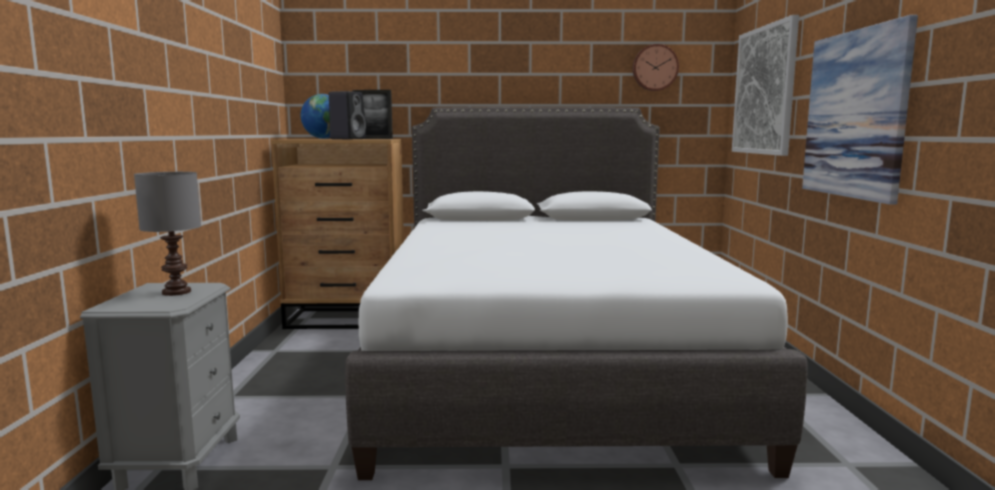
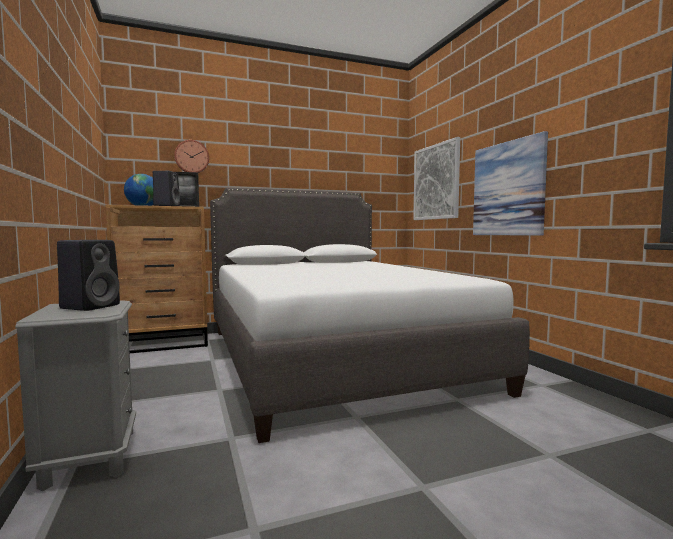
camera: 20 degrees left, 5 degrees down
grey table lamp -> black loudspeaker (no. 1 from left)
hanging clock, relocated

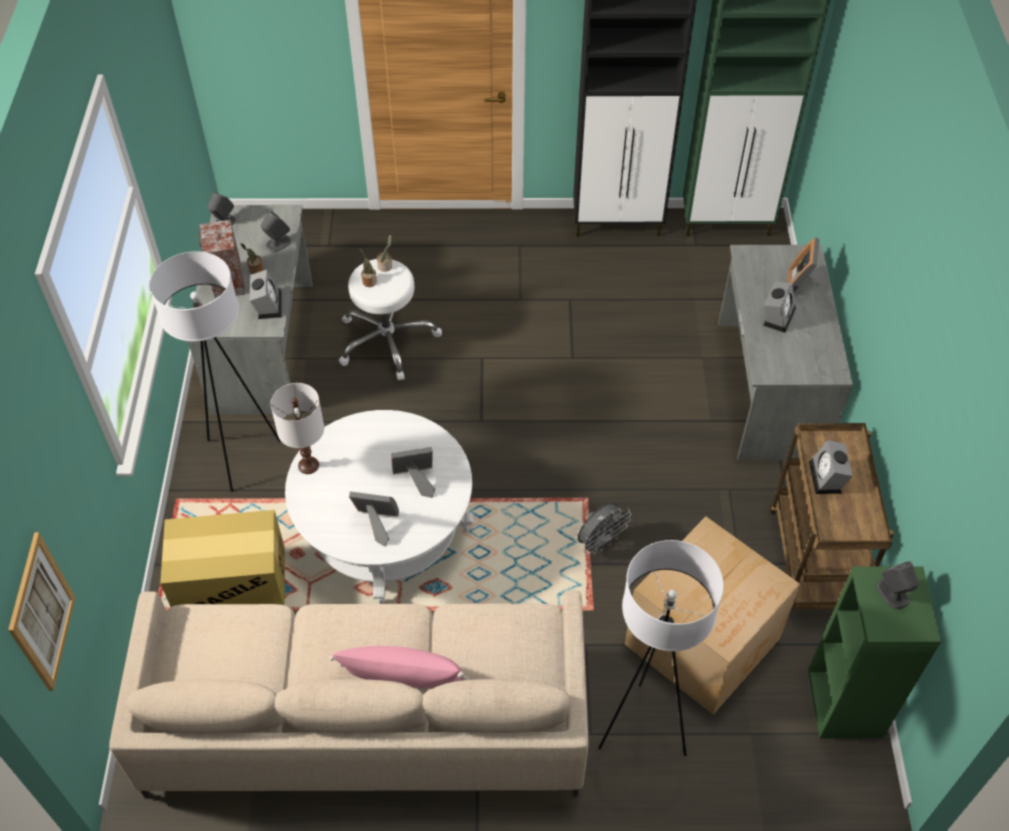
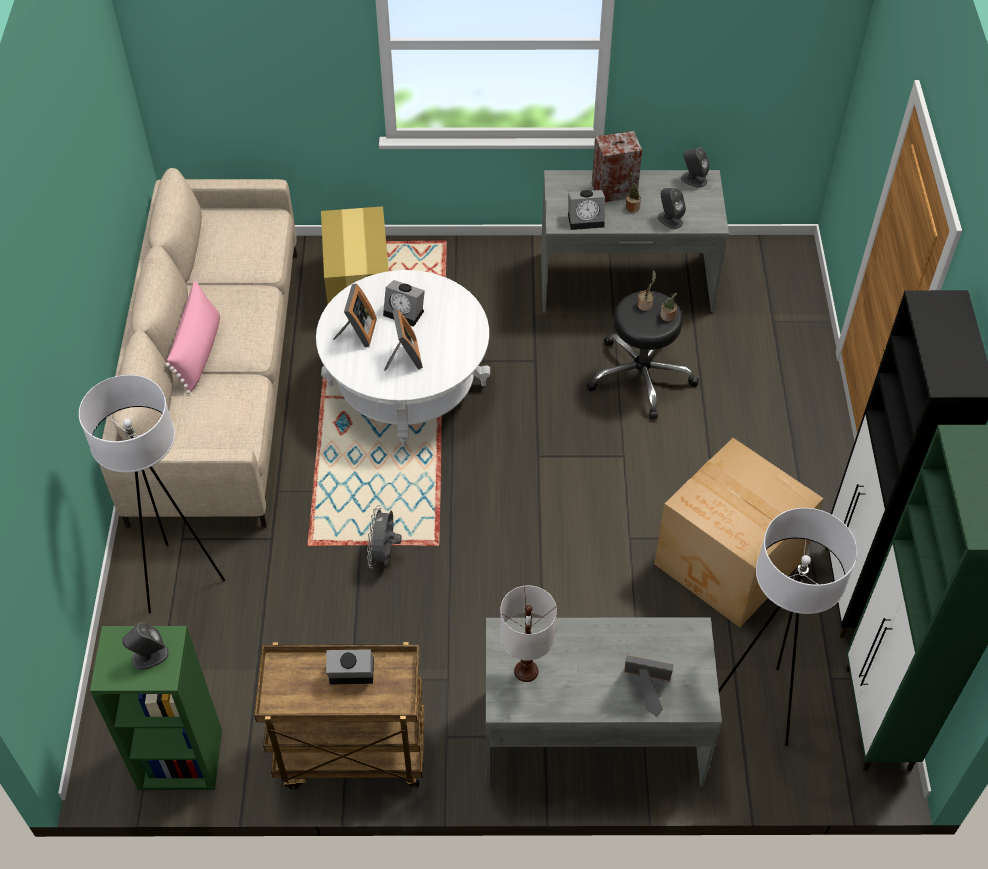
camera: 90 degrees right, 0 degrees up
grey electric fan, 45 degrees clockwise
alarm clock (no. 2 from left), relocated
white-coloured table lamp, relocated
white-coloured stool -> black stool
carton (no. 2 from left), relocated
white-coloured floor lamp (no. 1 from left in the first image) -> white-coloured floor lamp (no. 2 from left), relocated
wall picture -> none

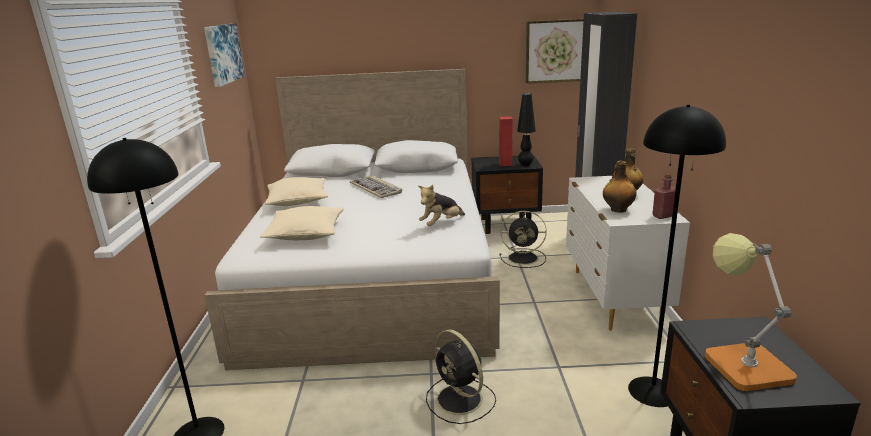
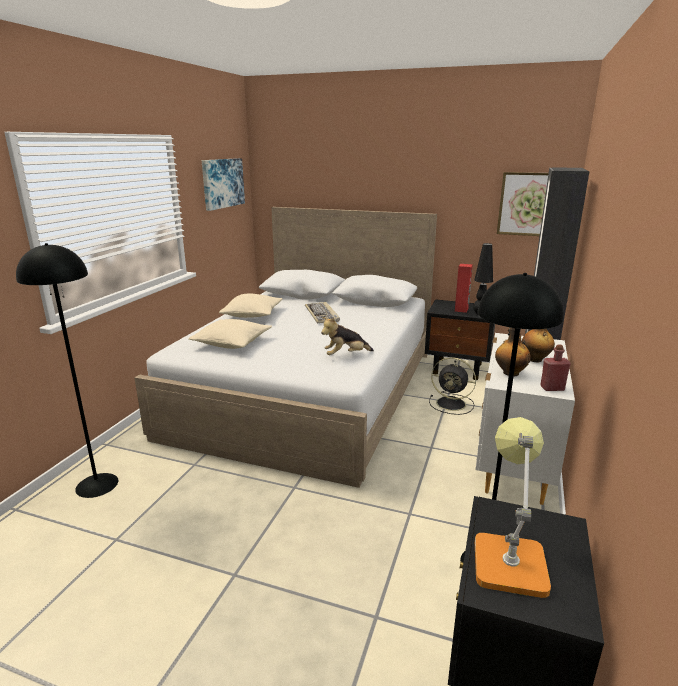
camera: 20 degrees right, 0 degrees up
black electric fan (no. 1 from left) -> none

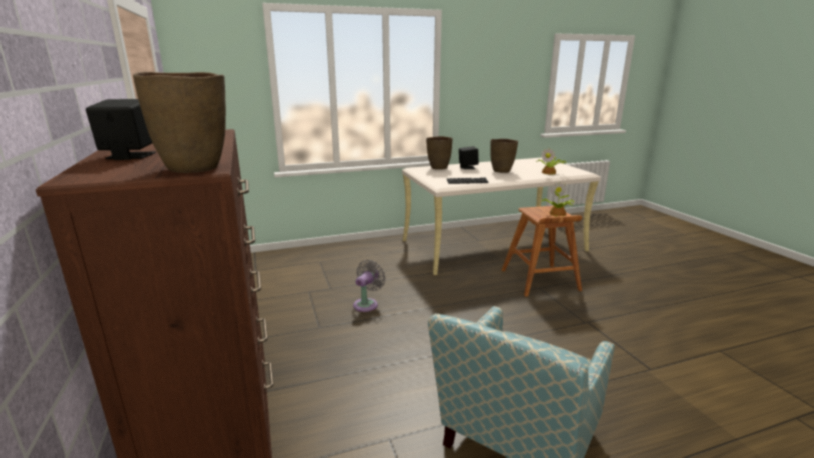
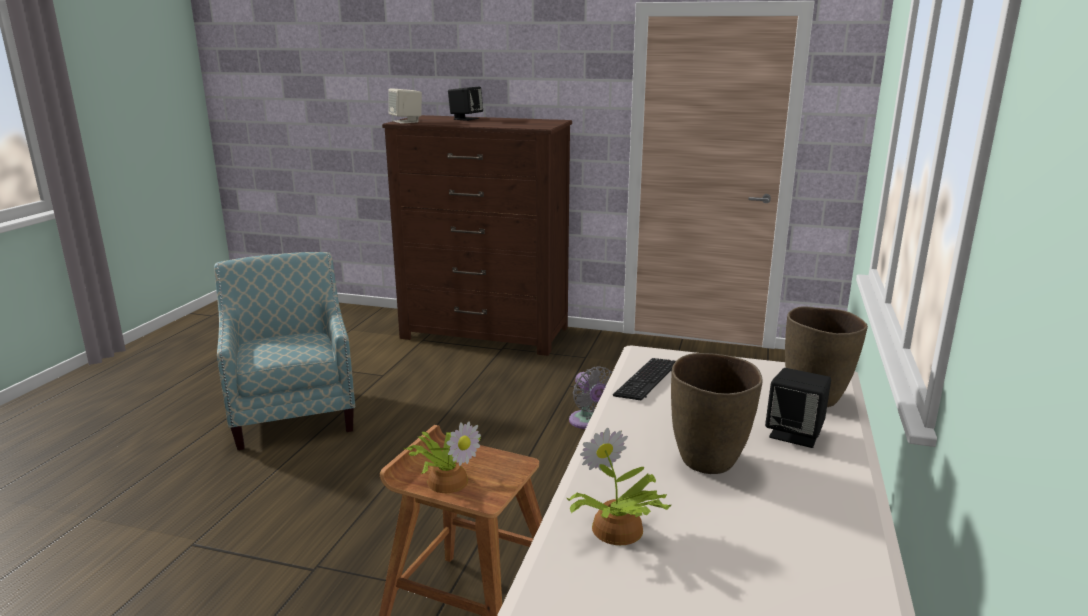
camera: 125 degrees right, 0 degrees up
brown decorative vase (no. 1 from left) -> beige loudspeaker

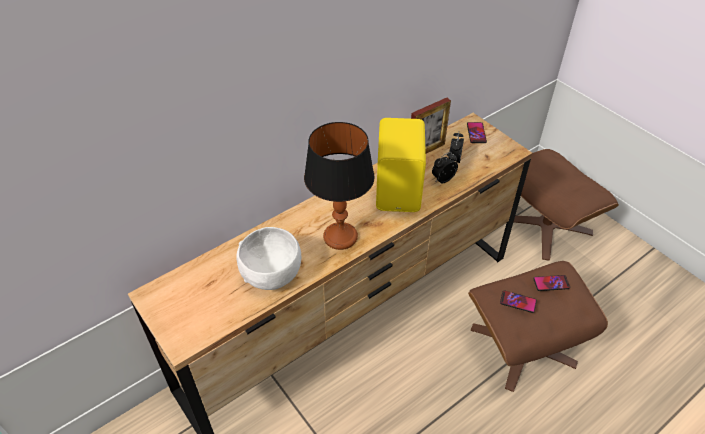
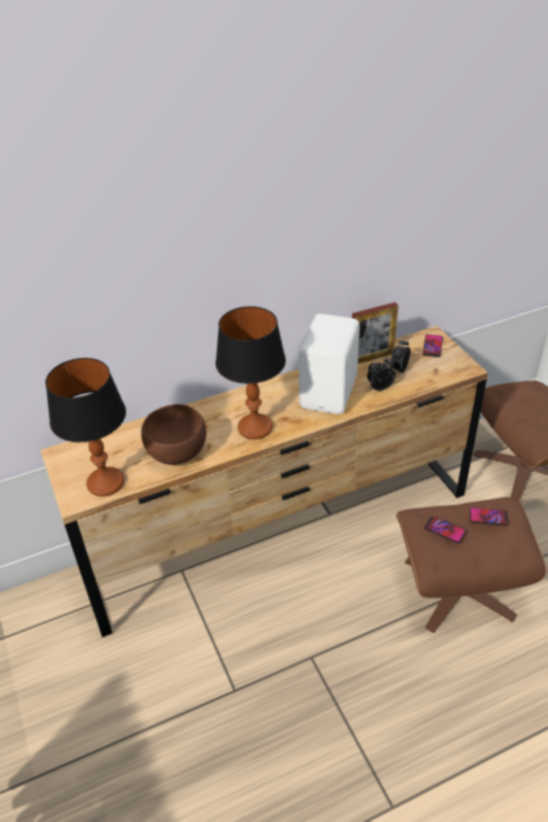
camera: 15 degrees right, 5 degrees down
none -> table lamp (no. 1 from left)
white-coloured bowl -> brown bowl
yellow loudspeaker -> white-coloured loudspeaker

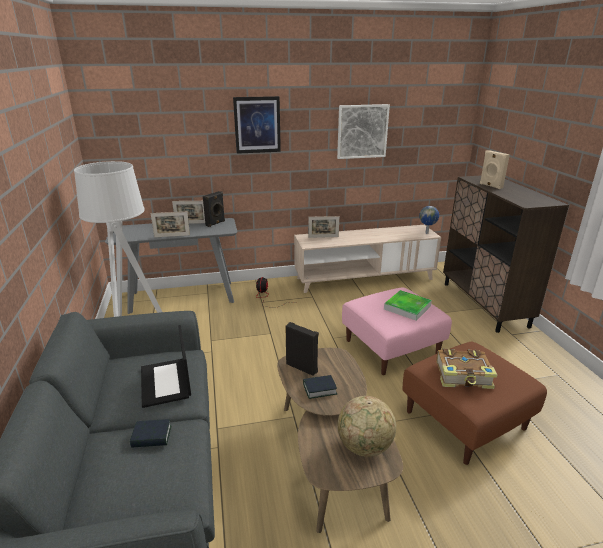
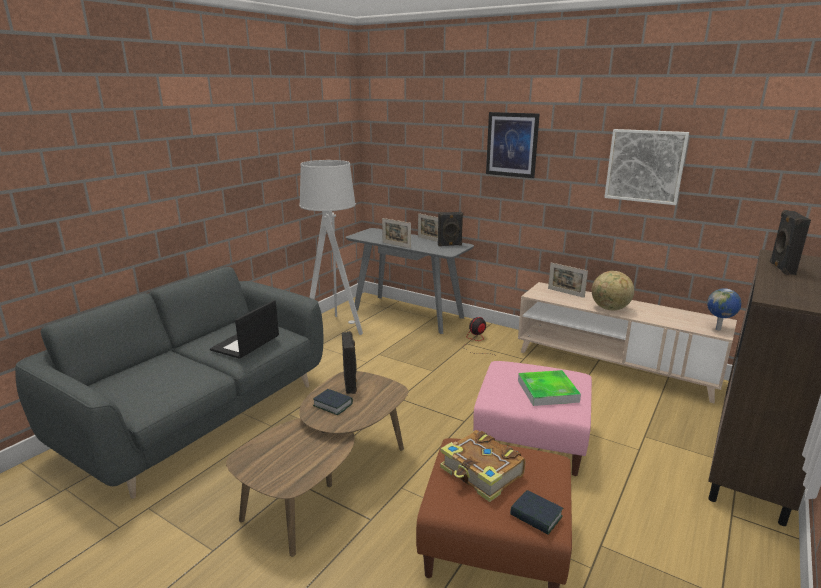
camera: 45 degrees right, 5 degrees down
volume (no. 1 from left in the first image) -> volume (no. 3 from left), relocated
globe (no. 1 from left), relocated
beige loudspeaker -> black loudspeaker (no. 3 from left)

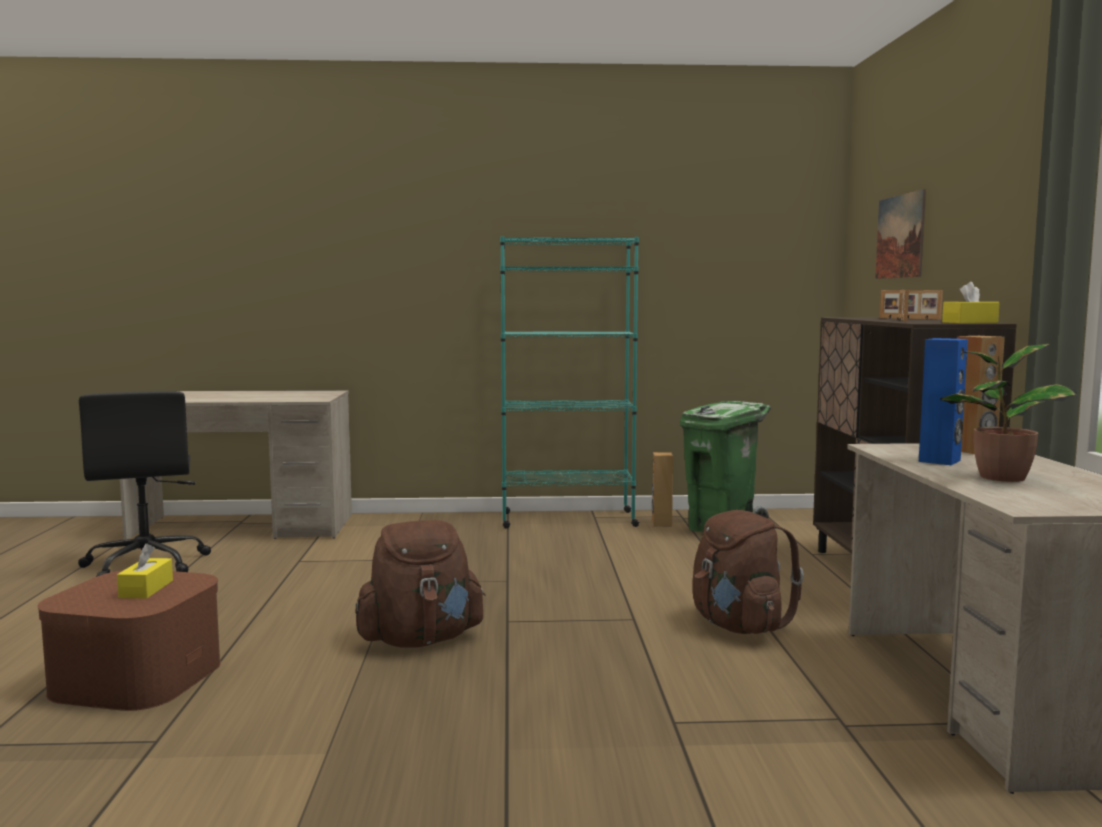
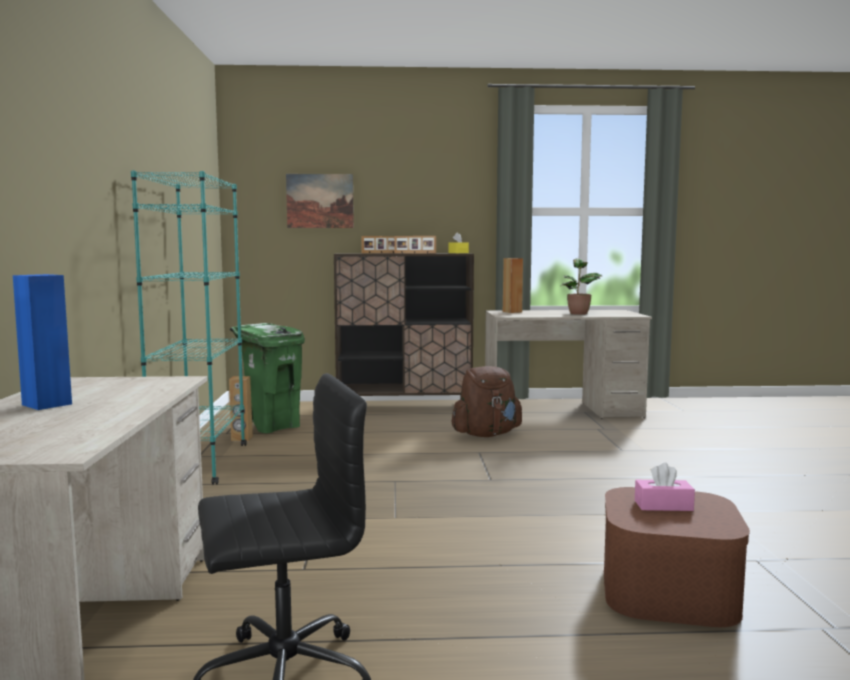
camera: 90 degrees left, 0 degrees up
bluish loudspeaker, relocated
yellow box of tissues (no. 1 from left) -> pink box of tissues
brown knapsack (no. 1 from left) -> none

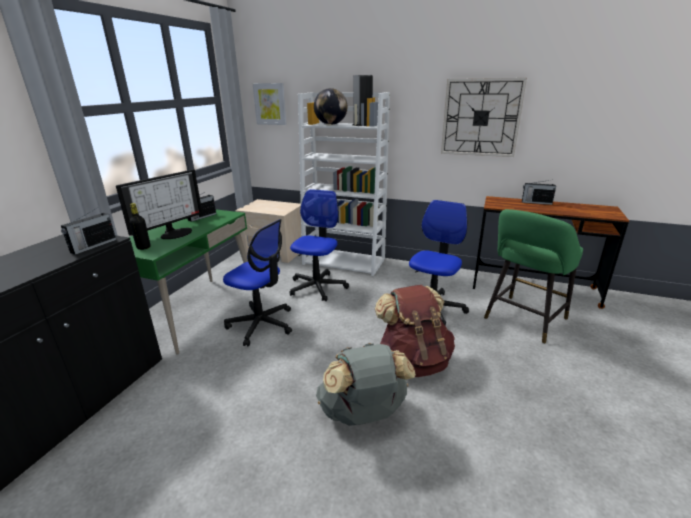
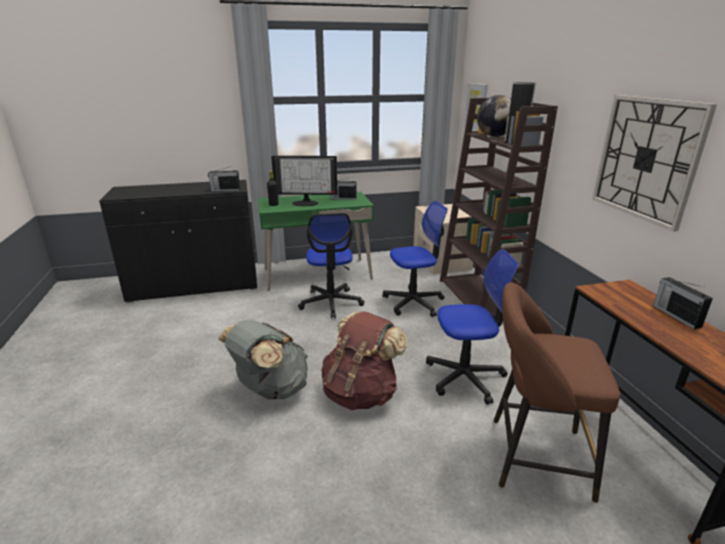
camera: 55 degrees right, 0 degrees up
white-coloured bookcase -> brown bookcase
greenish stool -> brown stool

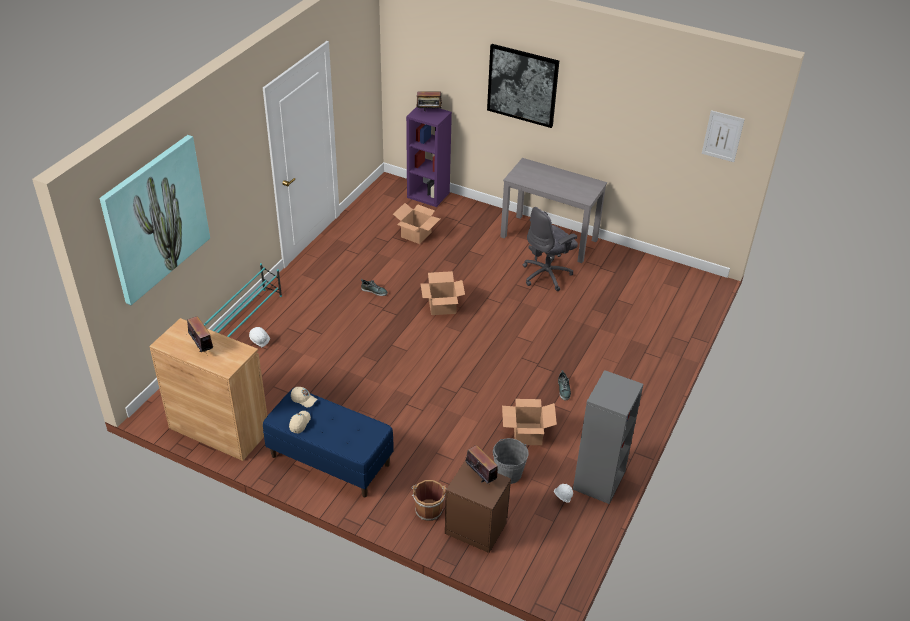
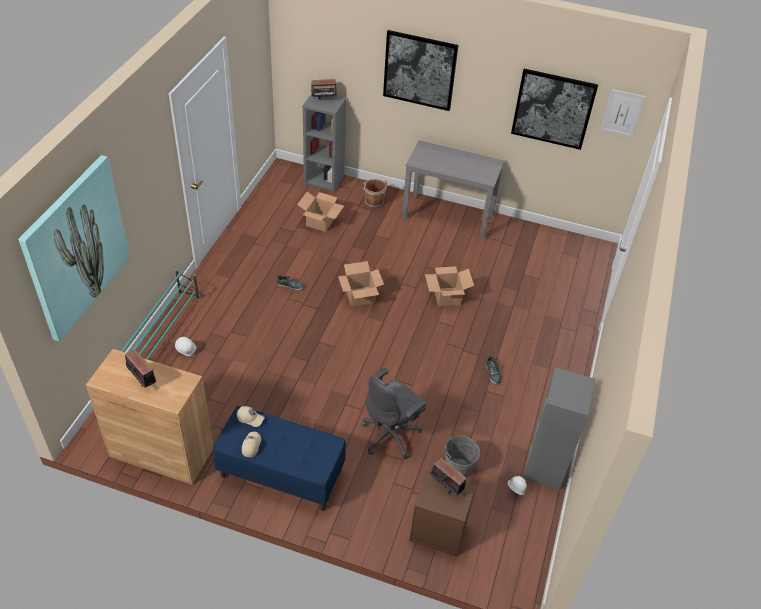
camera: 10 degrees left, 5 degrees up
purplish bookcase -> grey bookcase (no. 1 from left)
grey computer chair, relocated
brown pail, relocated
carton (no. 3 from left), relocated
none -> wall picture (no. 3 from left)

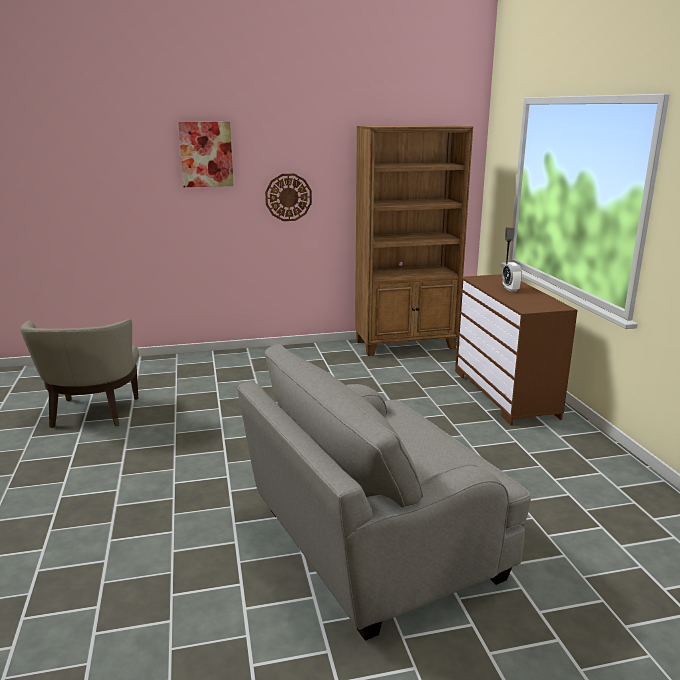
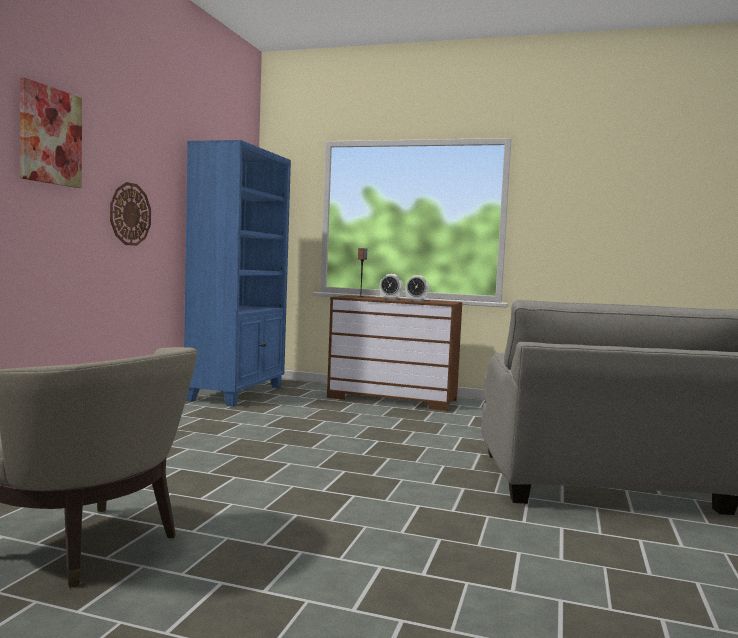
camera: 60 degrees left, 15 degrees down
brown bookcase -> bluish bookcase
none -> alarm clock (no. 2 from left)

